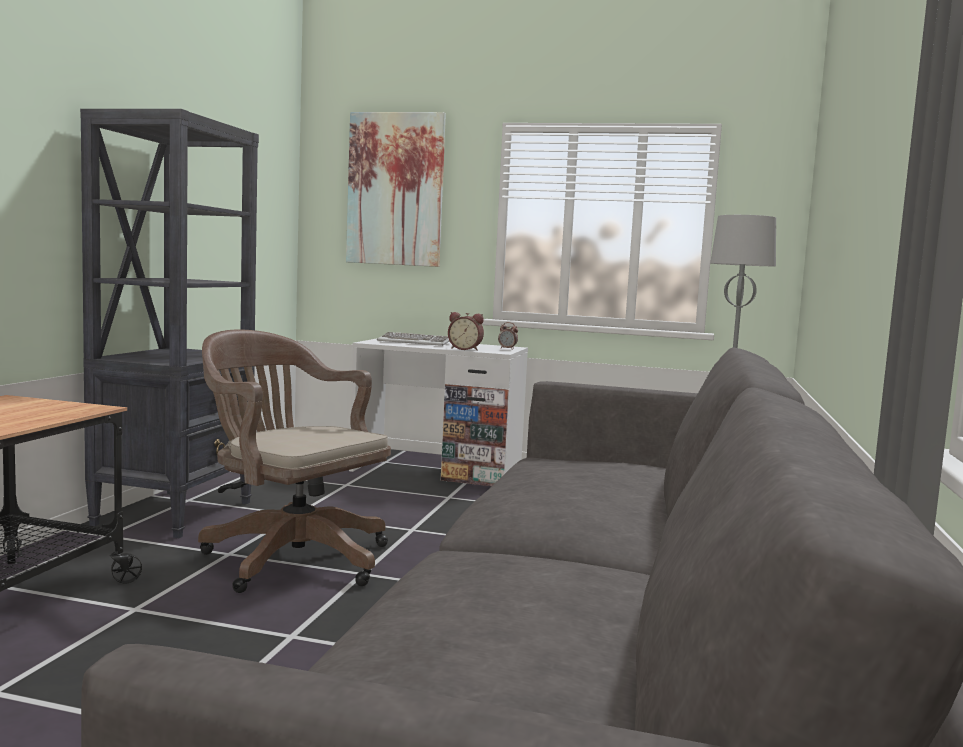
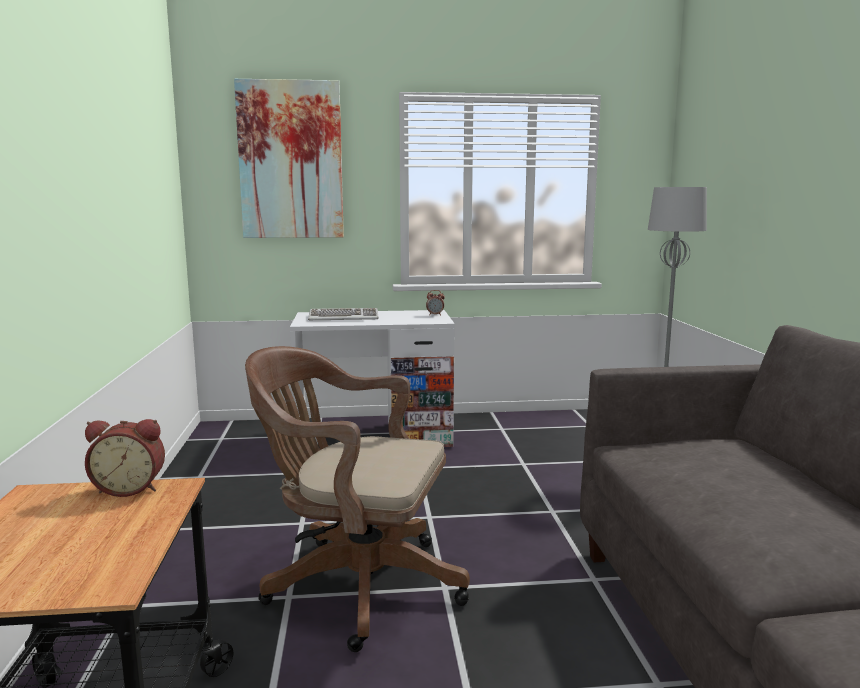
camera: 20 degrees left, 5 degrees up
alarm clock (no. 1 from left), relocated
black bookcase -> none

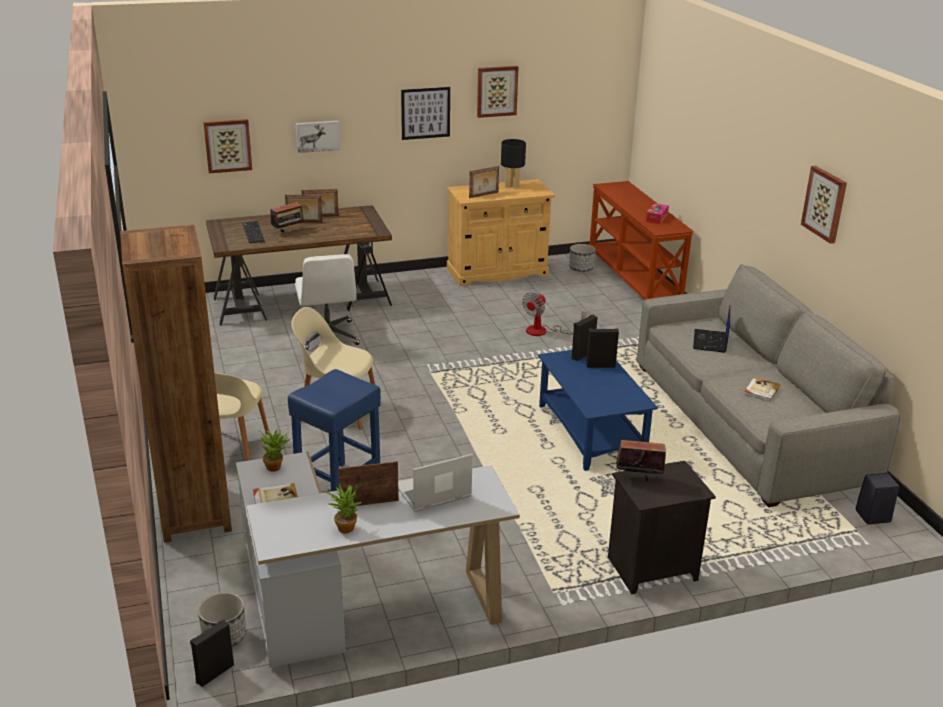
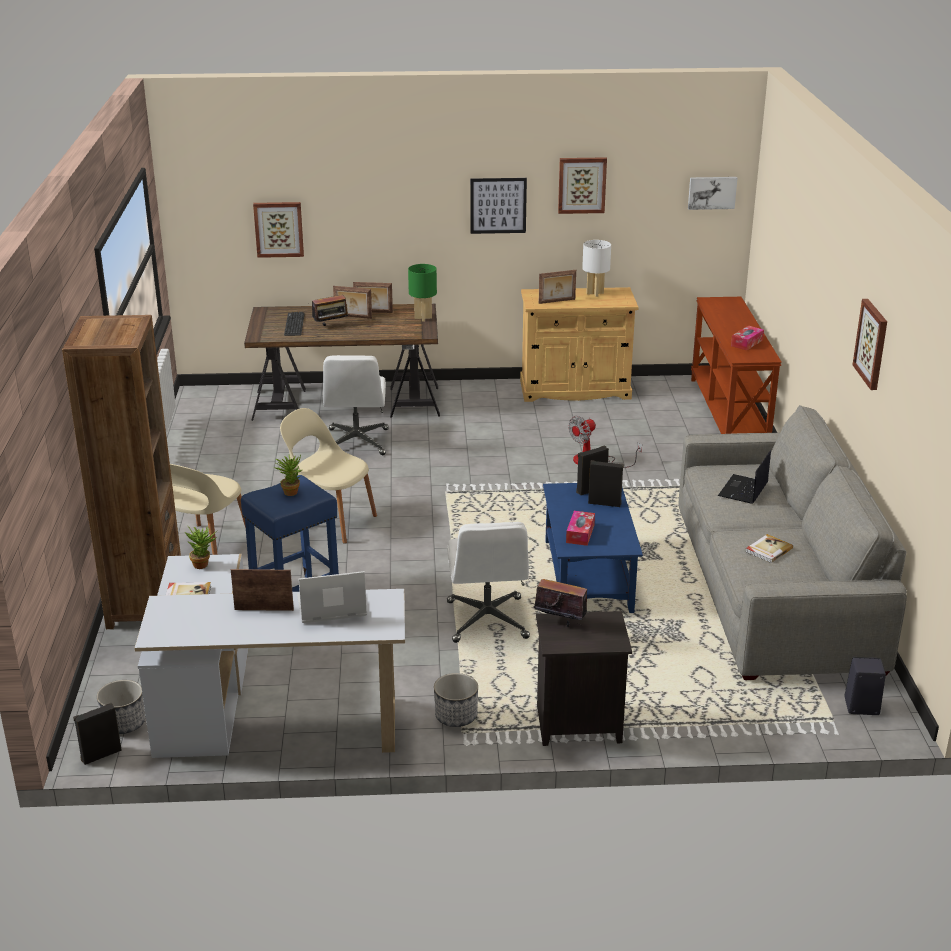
camera: 15 degrees right, 0 degrees up
potted plant (no. 2 from left), relocated
none -> greenish table lamp
flower pot (no. 2 from left), relocated
none -> white-coloured computer chair (no. 2 from left)
none -> box of tissues (no. 1 from left)
black table lamp -> white-coloured table lamp
wall picture (no. 2 from left in the first image) -> wall picture (no. 4 from left), relocated

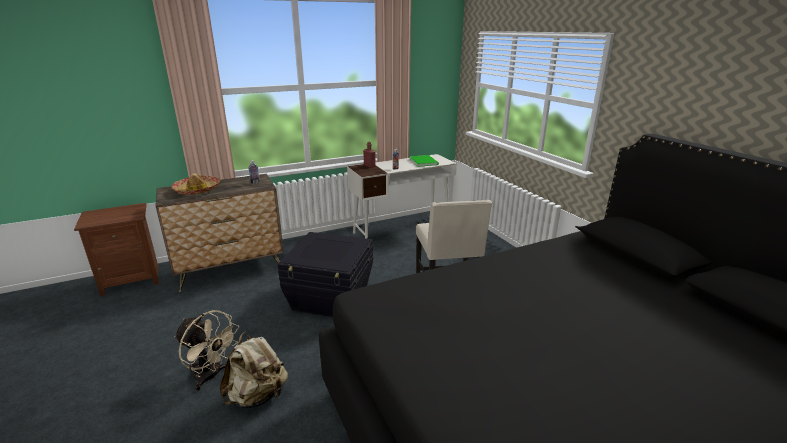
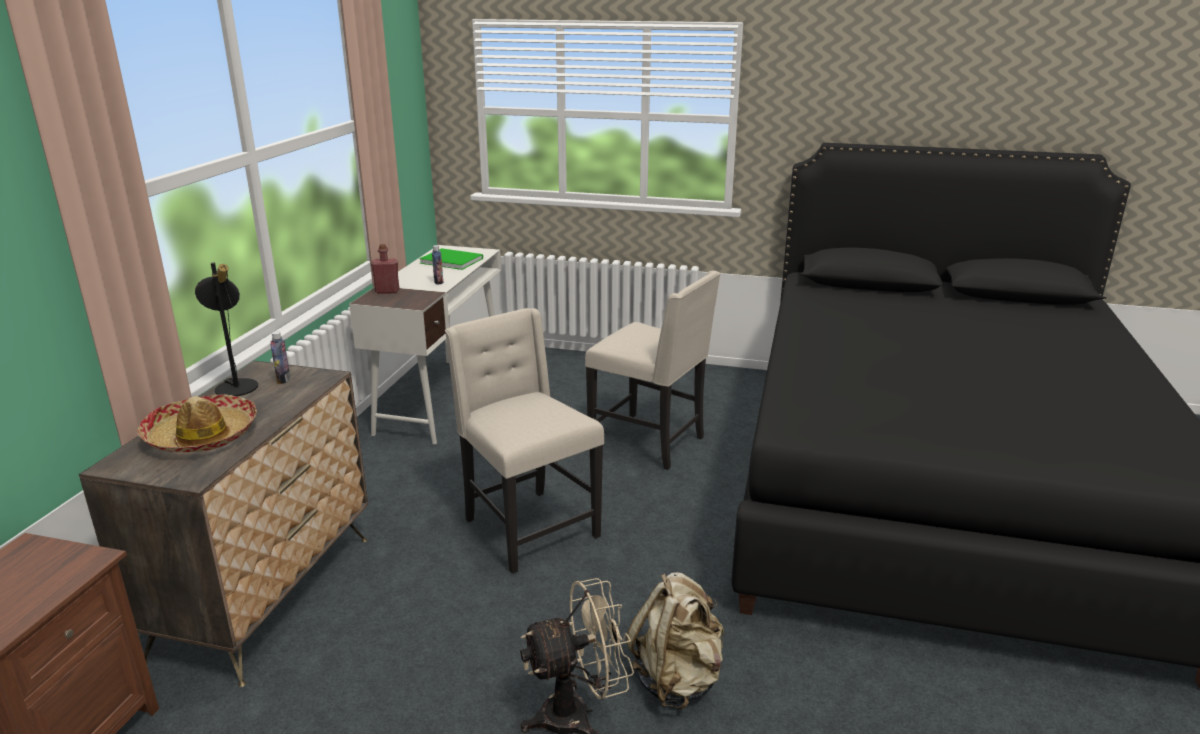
camera: 50 degrees left, 0 degrees up
none -> black table lamp
black storage box -> beige plain chair (no. 1 from left)

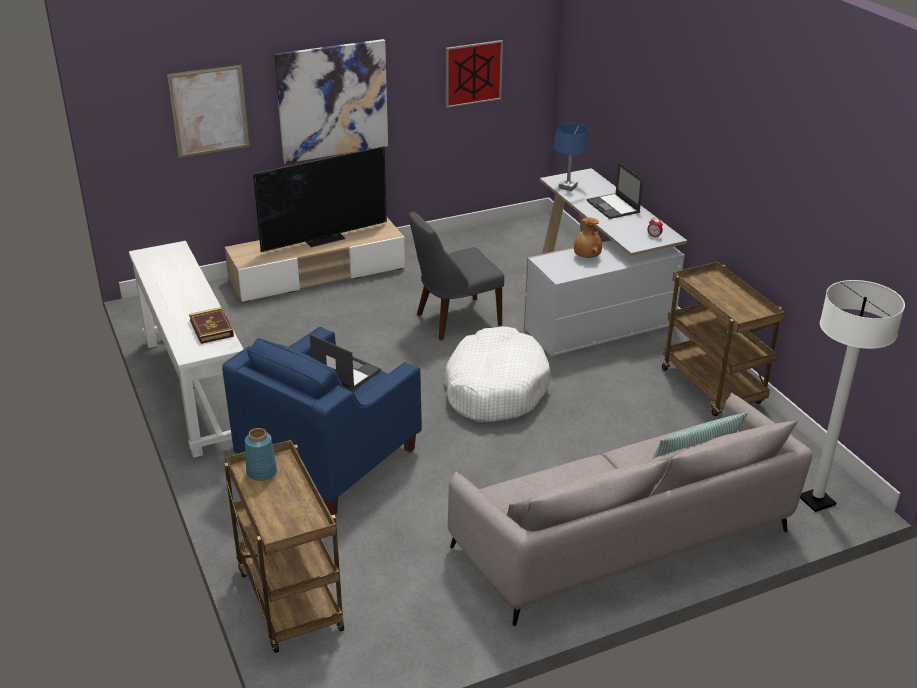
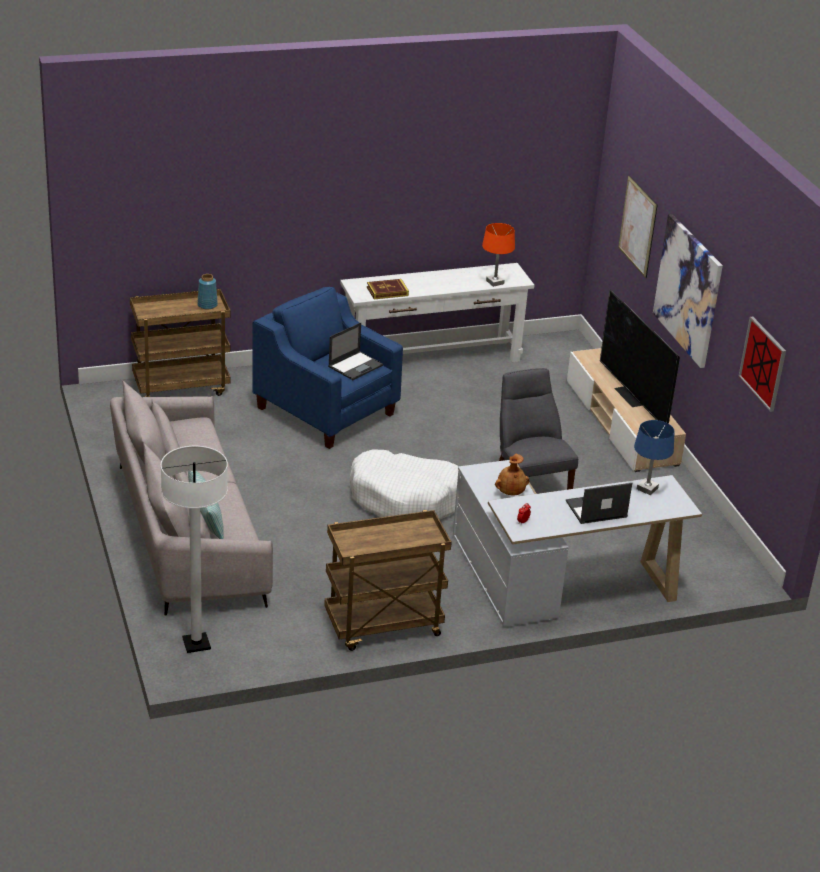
camera: 95 degrees right, 0 degrees up
none -> orangey table lamp

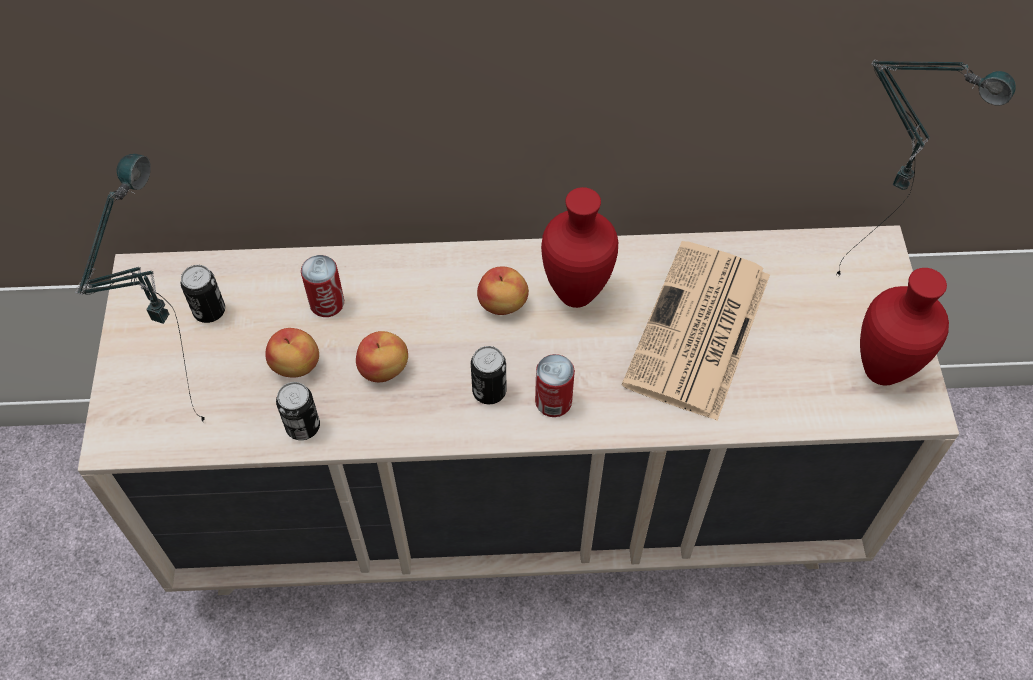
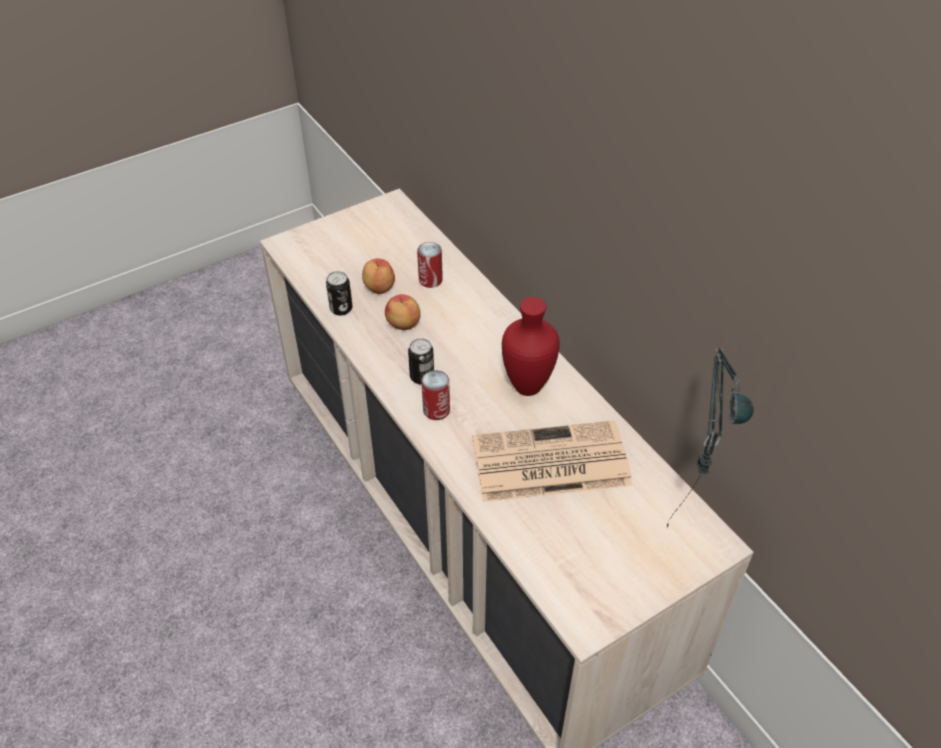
camera: 60 degrees right, 10 degrees down
table lamp (no. 1 from left) -> none
metal can (no. 1 from left) -> none
apple fruit (no. 3 from left) -> none
red decorative vase (no. 2 from left) -> none

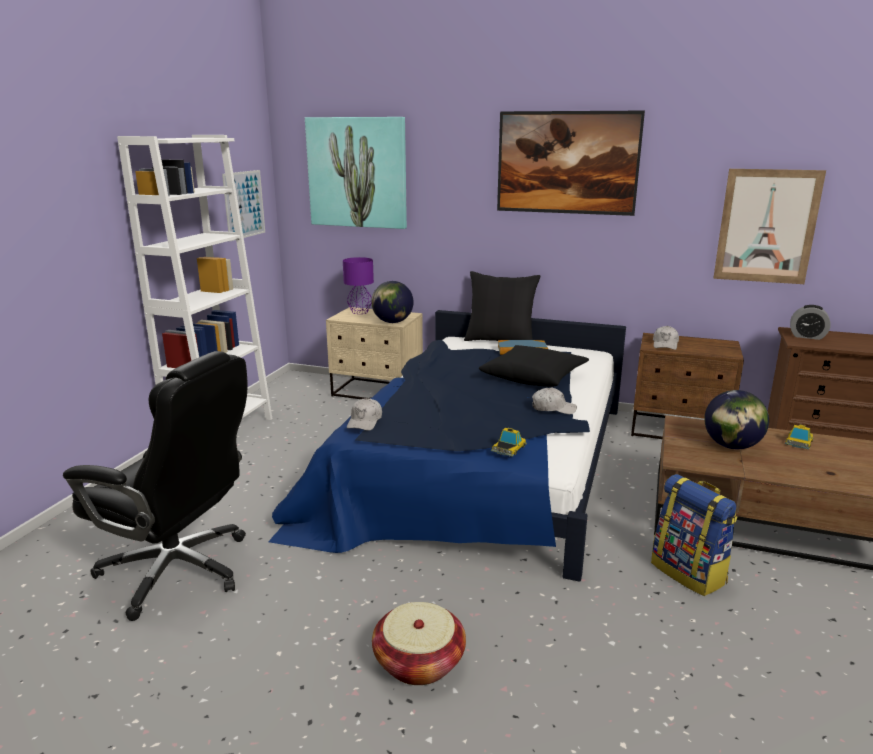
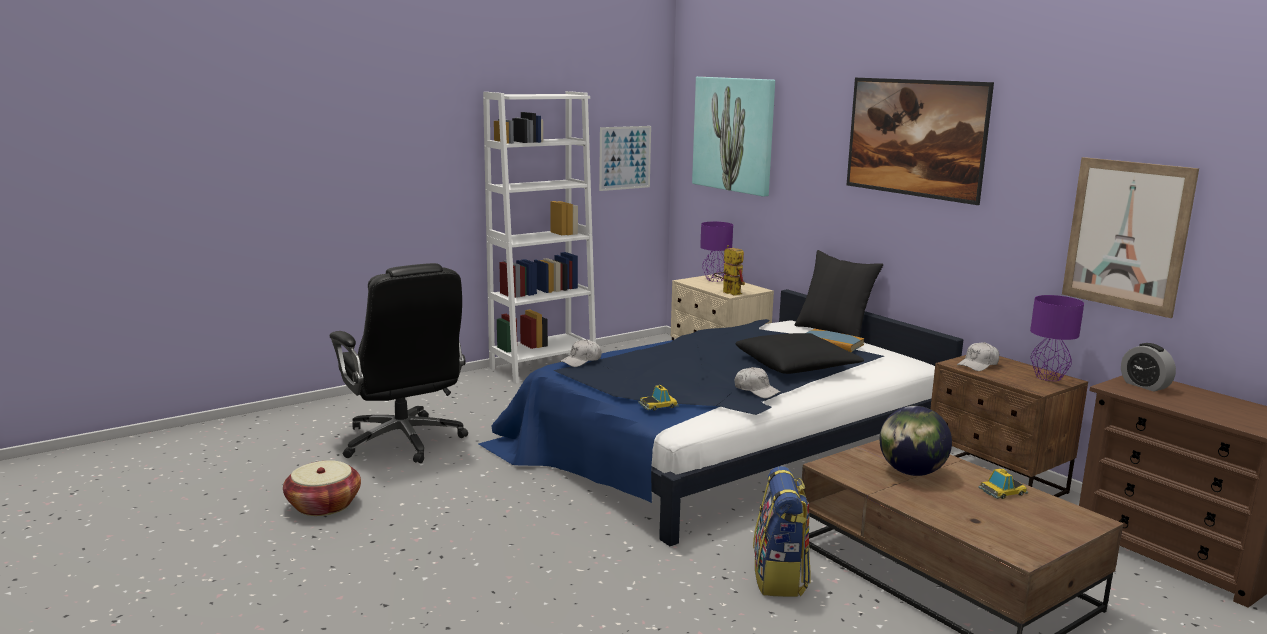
camera: 35 degrees right, 5 degrees down
basket, relocated
globe (no. 1 from left) -> toy robot
none -> purplish table lamp (no. 2 from left)

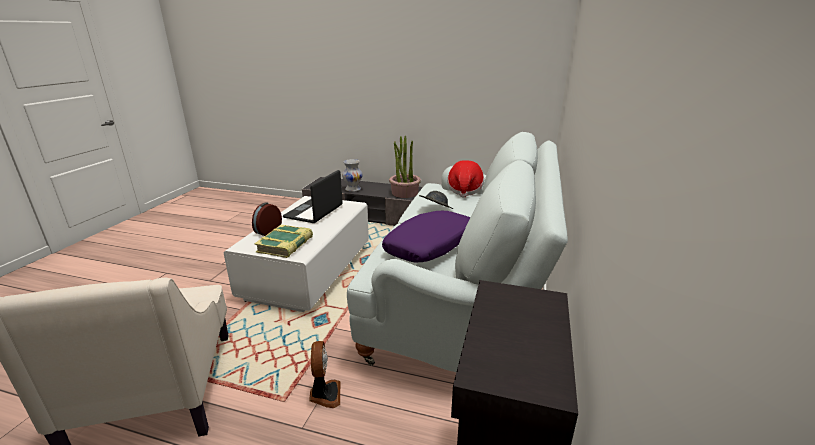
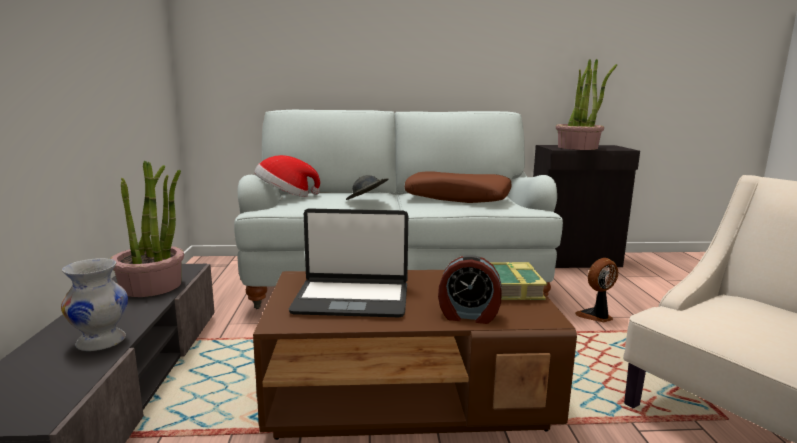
camera: 110 degrees left, 10 degrees down
white-coloured lounge table -> brown lounge table
purplish cushion -> brown cushion
none -> potted plant (no. 2 from left)

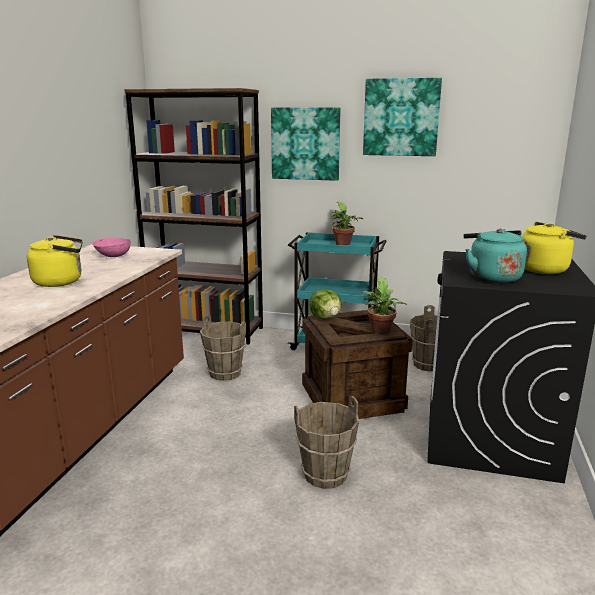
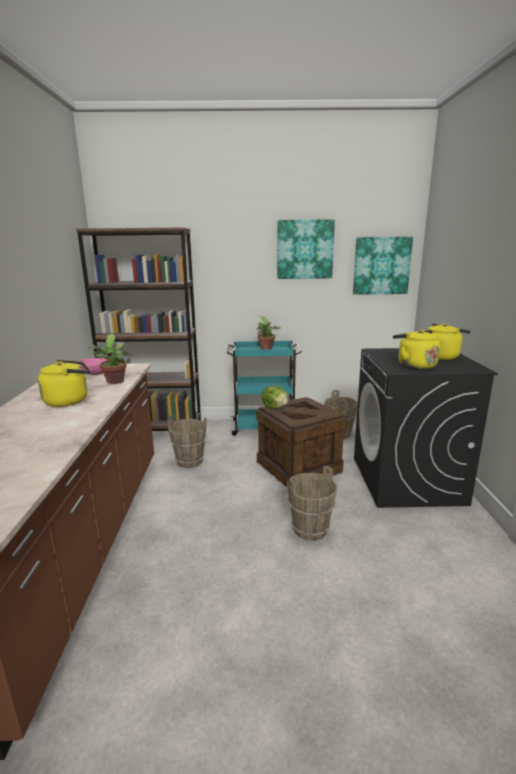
camera: 15 degrees left, 0 degrees up
potted plant (no. 2 from left in the first image) -> potted plant (no. 1 from left), relocated
wall picture (no. 1 from left in the first image) -> wall picture (no. 2 from left), relocated
blue-green kettle -> yellow kettle (no. 2 from left)

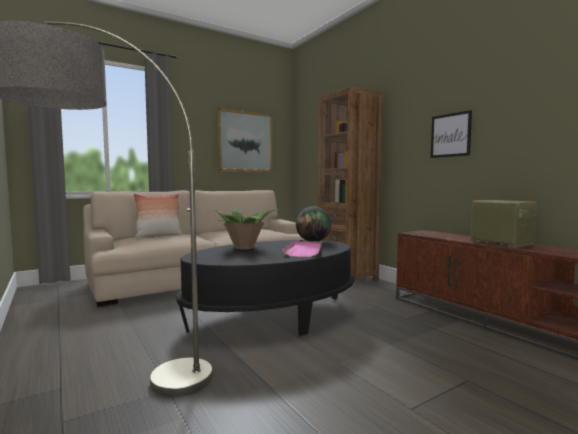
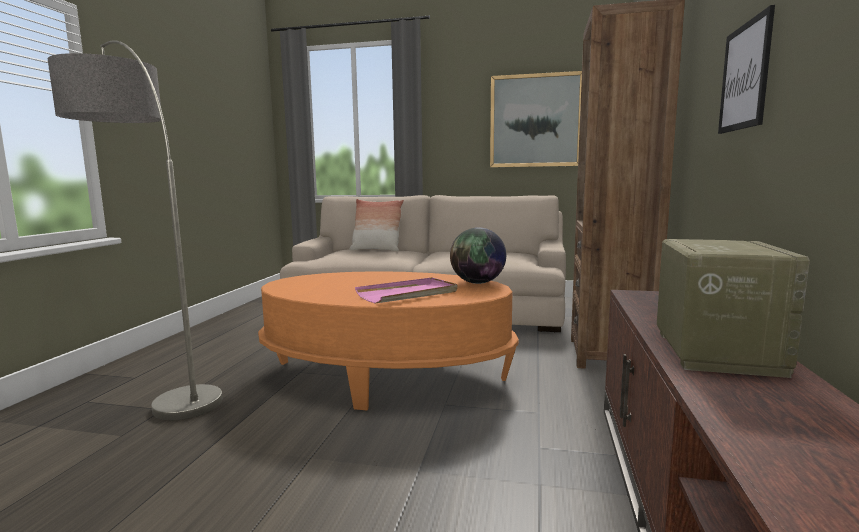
camera: 45 degrees right, 5 degrees up
black lounge table -> orangey lounge table
potted plant -> none

